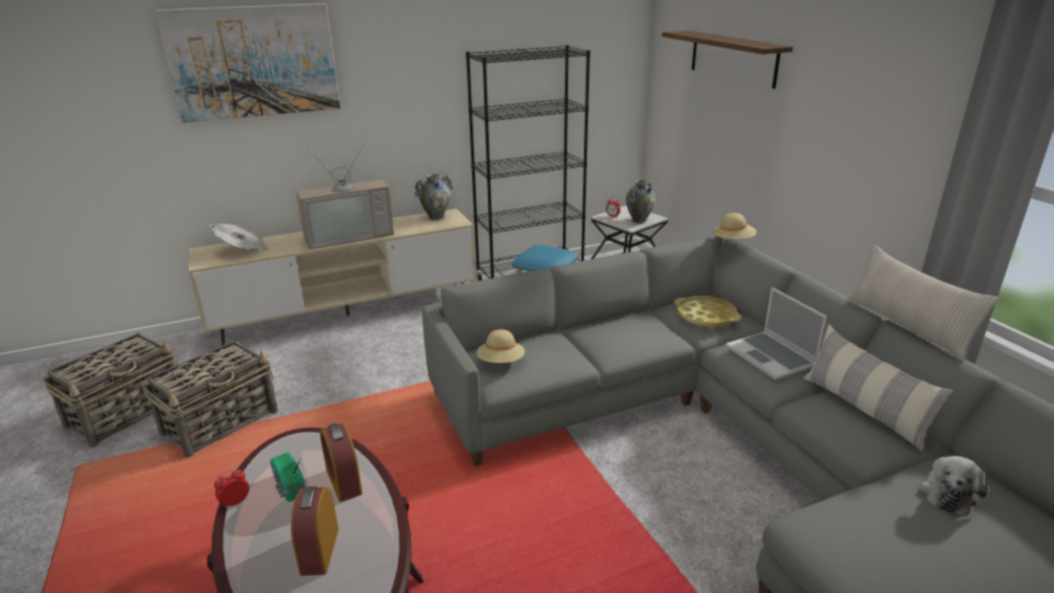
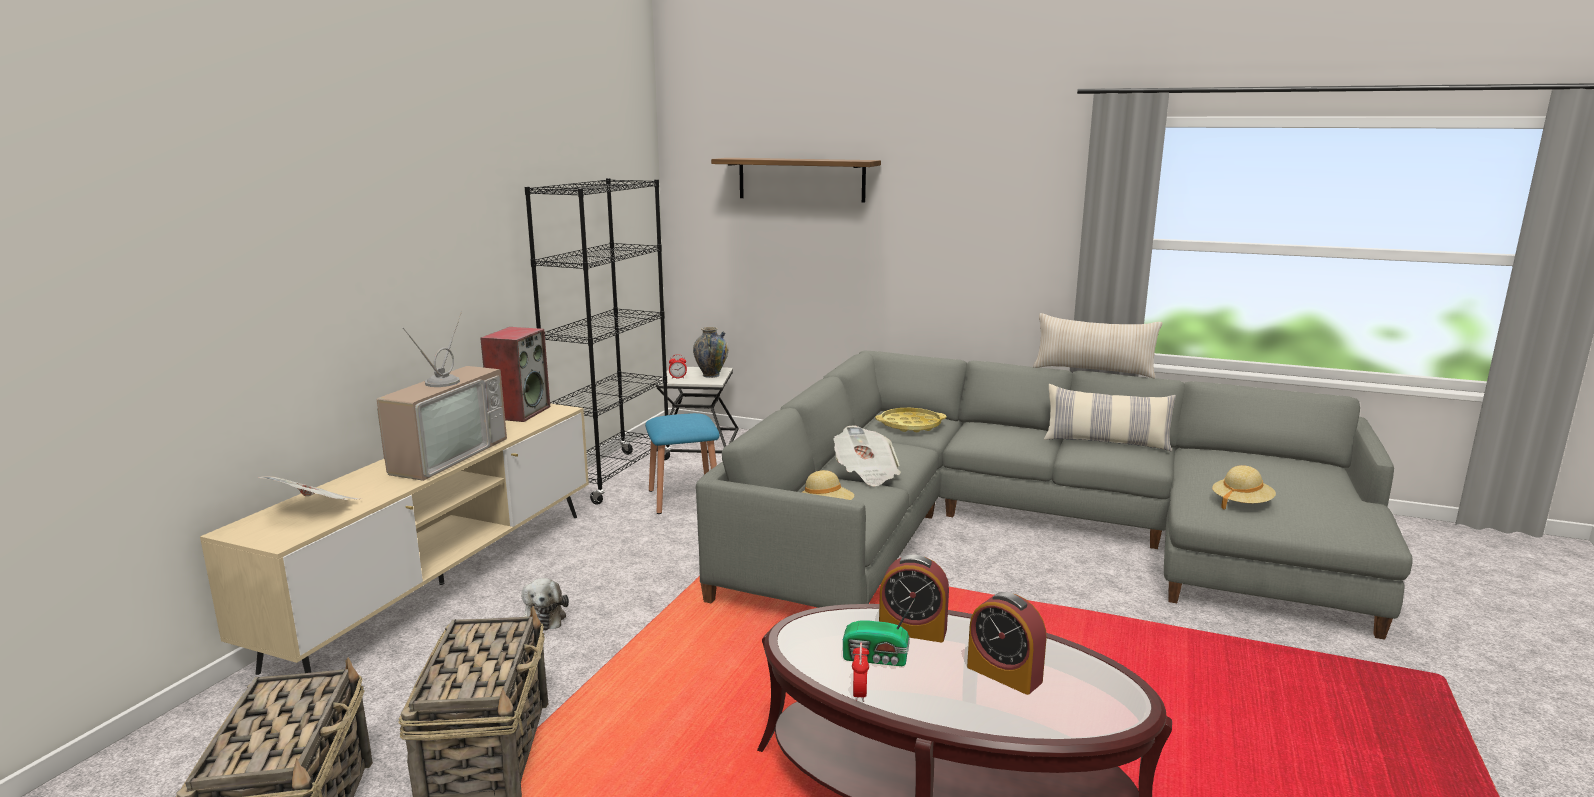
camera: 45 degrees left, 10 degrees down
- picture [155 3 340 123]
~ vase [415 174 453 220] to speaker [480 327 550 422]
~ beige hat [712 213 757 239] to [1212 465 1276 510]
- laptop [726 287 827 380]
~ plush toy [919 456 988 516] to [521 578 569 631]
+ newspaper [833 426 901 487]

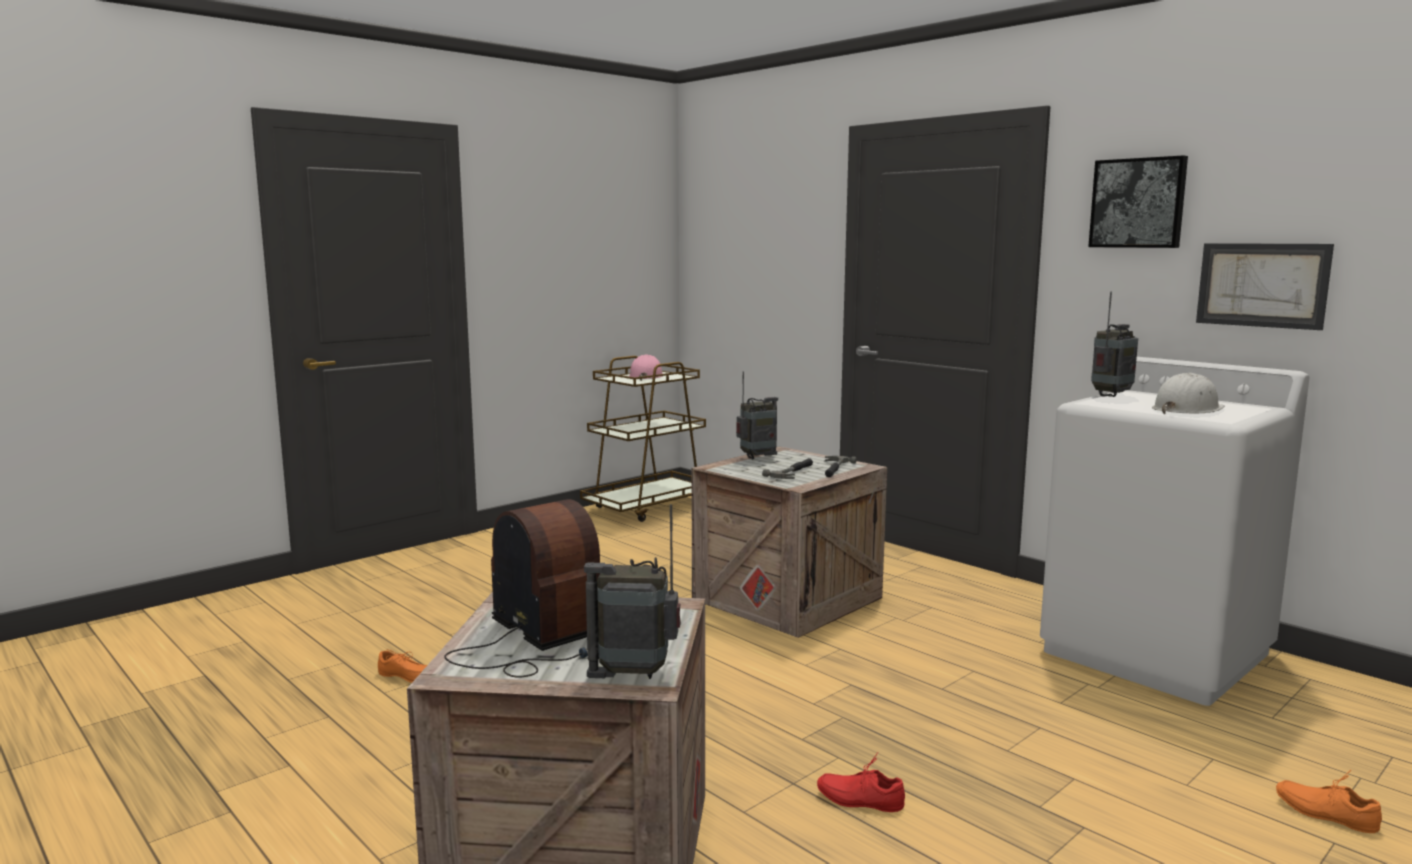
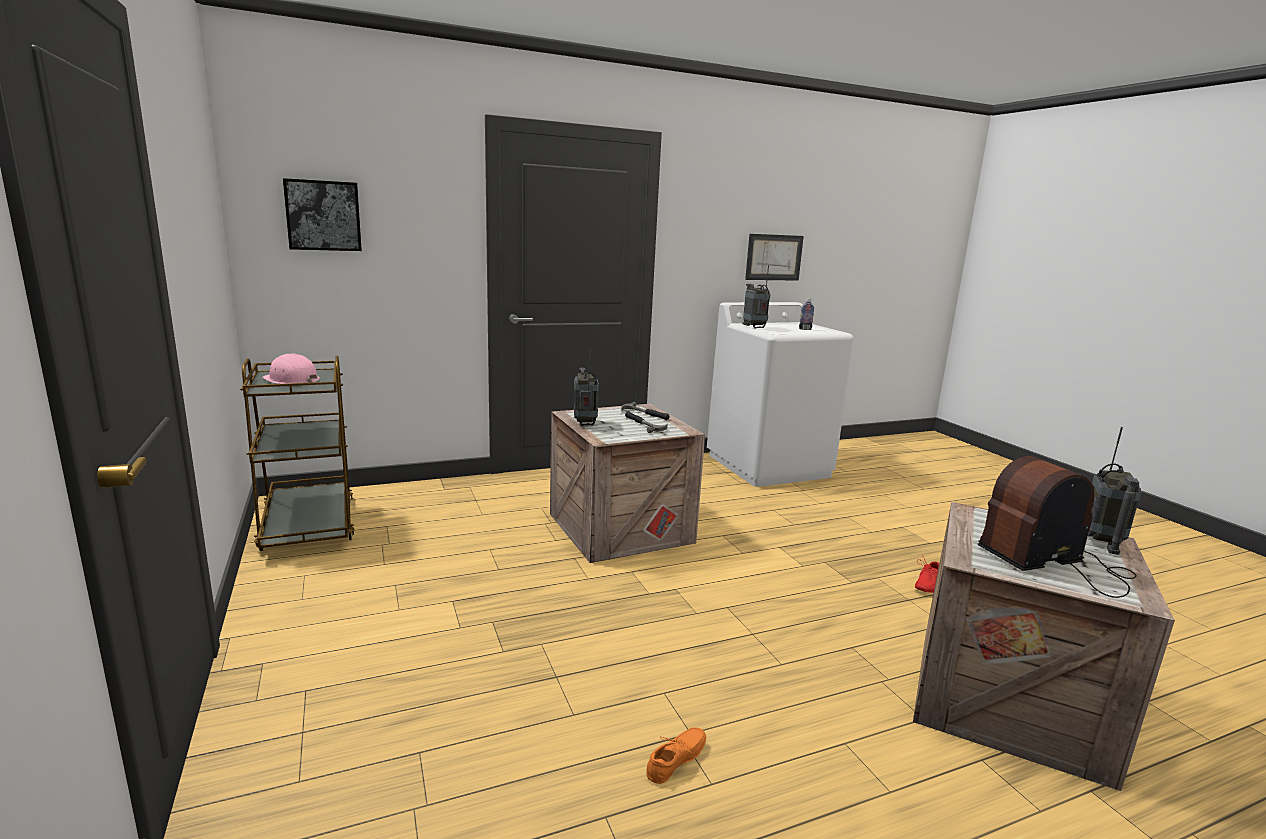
camera: 70 degrees left, 5 degrees up
~ picture [1088 155 1188 248] to [283 178 362 251]
~ white hard hat [1152 373 1225 414] to bottle [799 298 814 330]
- orange shoe [1276 770 1382 833]

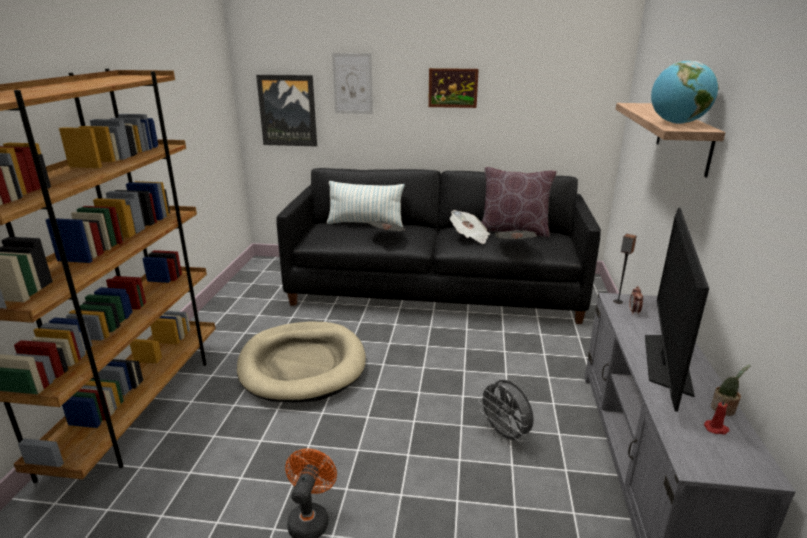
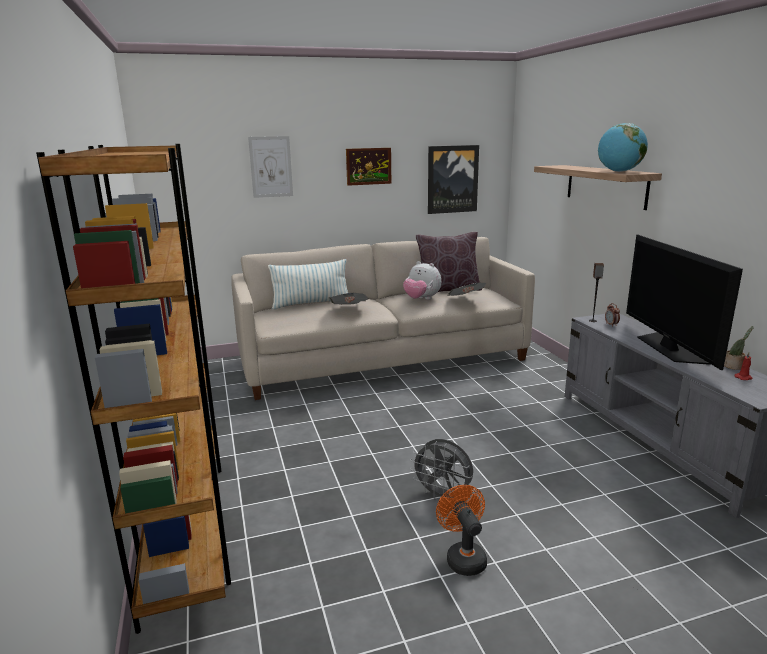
camera: 25 degrees left, 5 degrees down
~ picture [256 75 317 146] to [428 145 479 214]
~ black sofa [277 168 601 324] to beige sofa [231 237 535 400]
~ newspaper [450 210 490 244] to plush toy [403 261 441 300]
- beige dog bed [237 322 366 403]
~ grey fan [478 380 534 445] to [410 439 473 500]

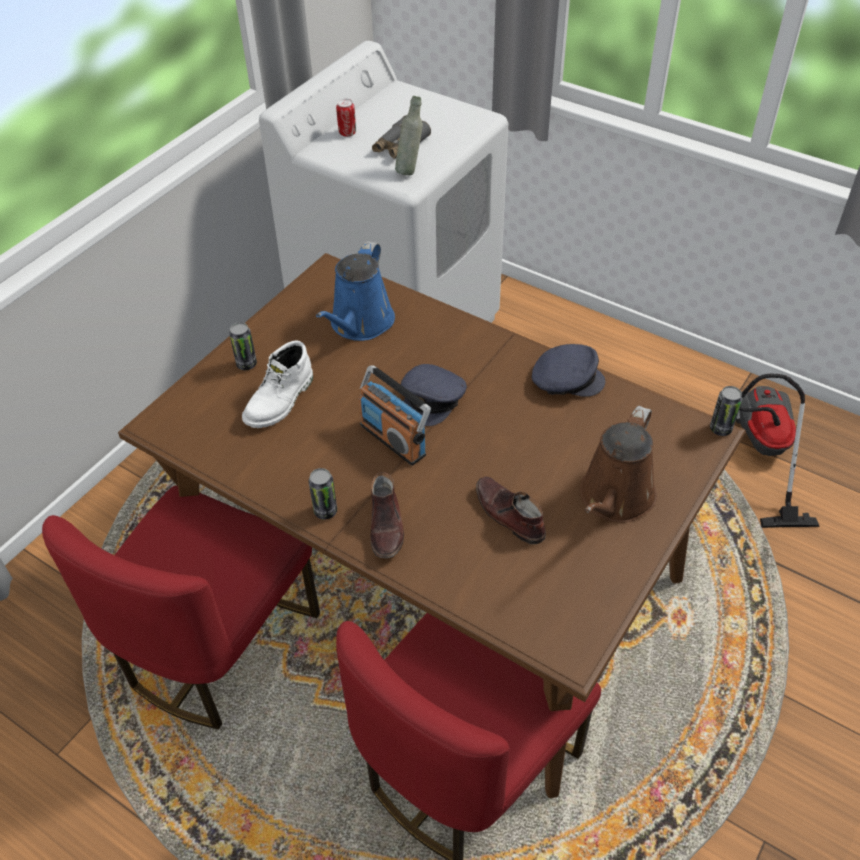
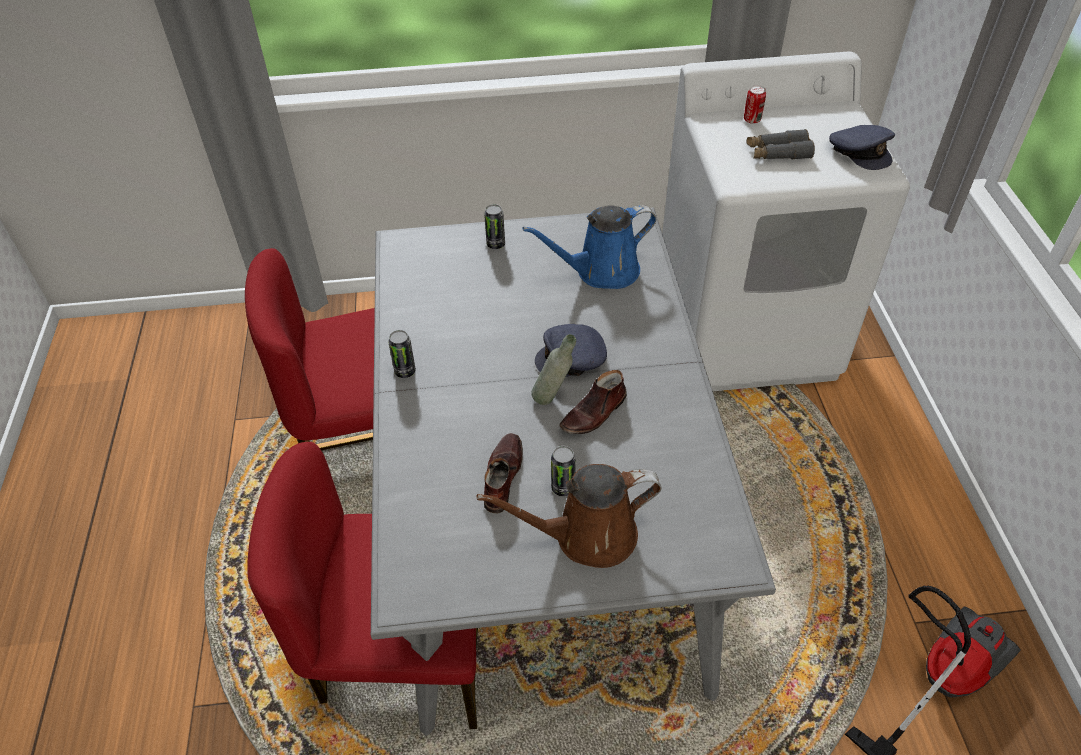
camera: 50 degrees right, 0 degrees up
~ grey bottle [395 96 423 175] to [531 334 576 405]
~ brown dining table [118 253 746 798] to grey dining table [371 207 776 735]
- white boot [242 341 313 428]
~ grey cap [532 344 605 397] to [829 125 895 170]
- radio [359 365 431 465]
~ can [710 386 742 436] to [551 446 576 496]
~ brown shoe [370 472 404 558] to [559 370 627 434]

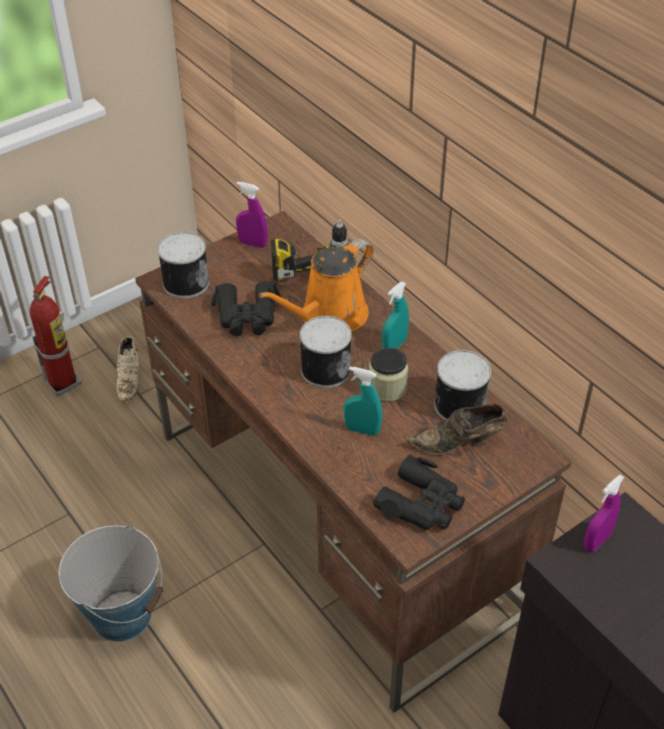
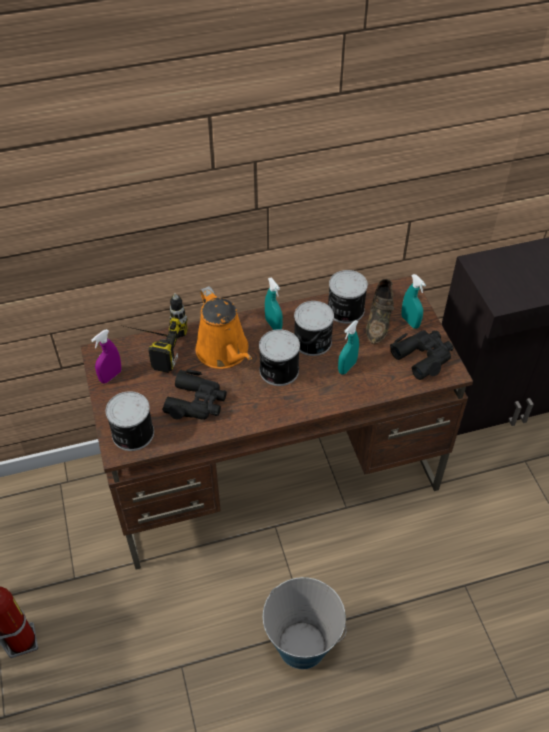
camera: 70 degrees left, 5 degrees up
- beige shoe [116 336 139 403]
~ jar [369 348 408 402] to can [294 301 334 356]
- purple spray bottle [584 475 624 552]
+ turquoise spray bottle [401 274 426 329]

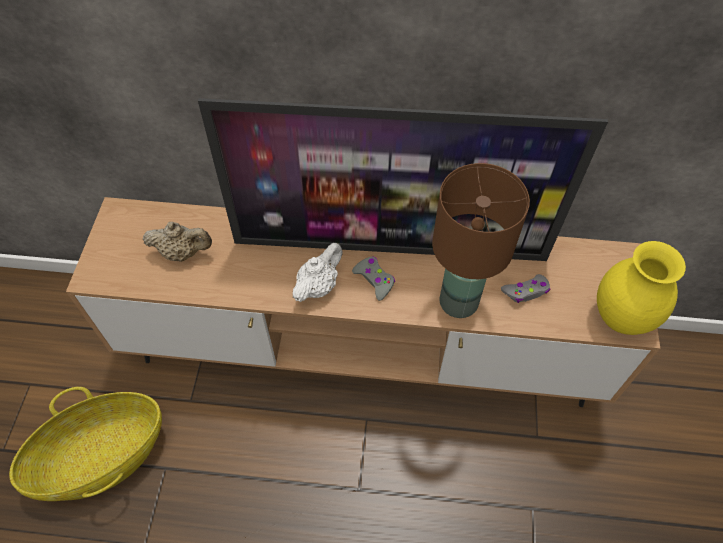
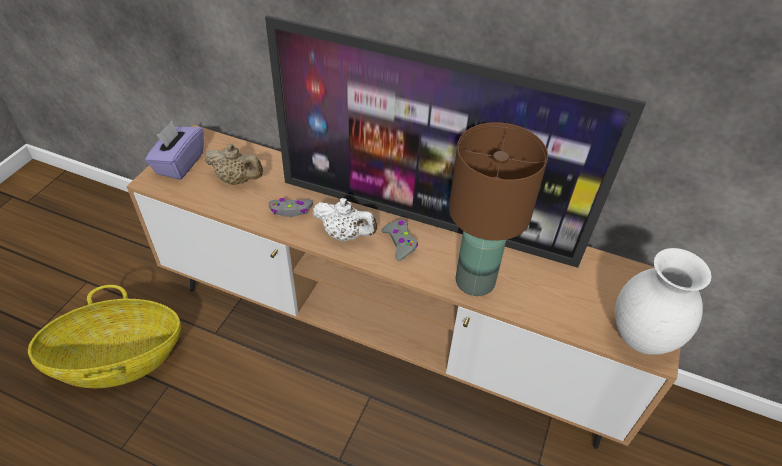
camera: 15 degrees right, 10 degrees down
~ yellow vase [597 241 686 335] to white vase [615 248 712 355]
~ white teapot [293 243 343 302] = [313 198 377 241] 60 degrees clockwise
~ grey game controller [501 274 550 303] to [269 198 313 217]
+ purple tissue box [145 121 204 180]

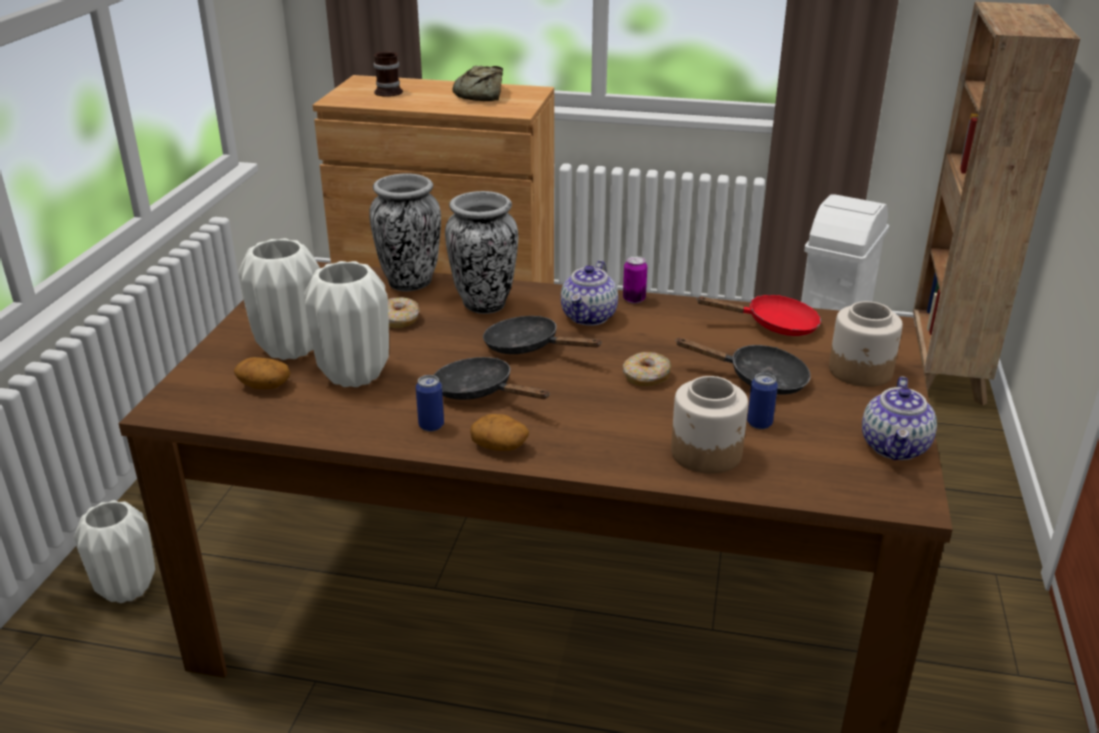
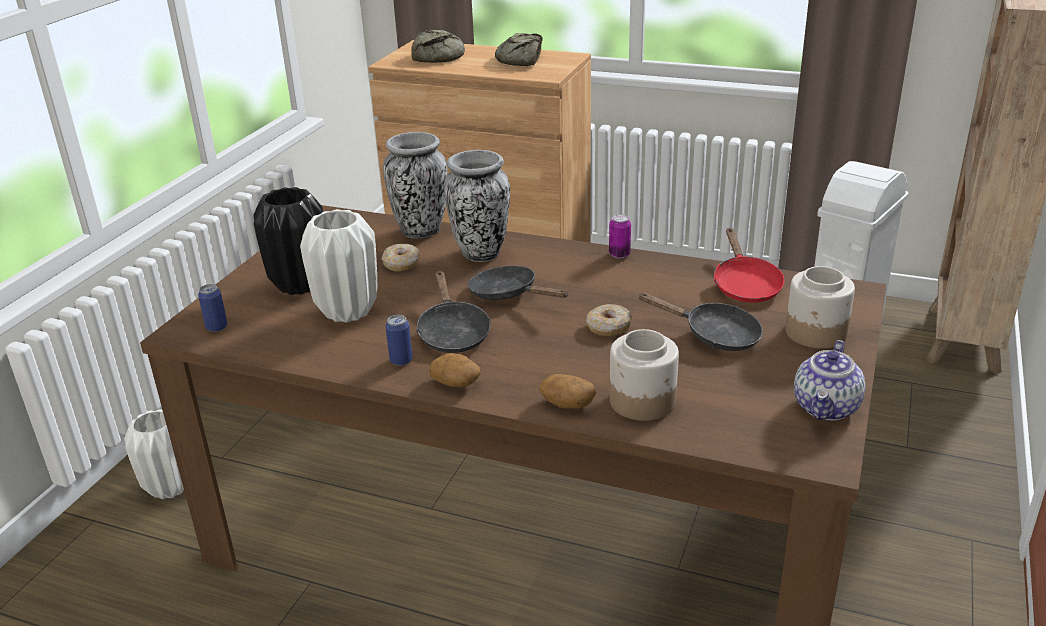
camera: 10 degrees right, 0 degrees up
~ mug [374 51 403 97] to bread [411 30 465 63]
~ white vase [238 238 320 360] to black vase [253 187 323 295]
- teapot [561 260 618 326]
~ red frying pan [697 295 821 336] = [714 228 784 302] 75 degrees clockwise
~ potato [234 357 290 389] to [539 374 596 408]
~ black frying pan [434 357 550 400] = [416 271 491 353] 150 degrees counterclockwise
~ can [747 373 778 429] to [198 284 228 332]

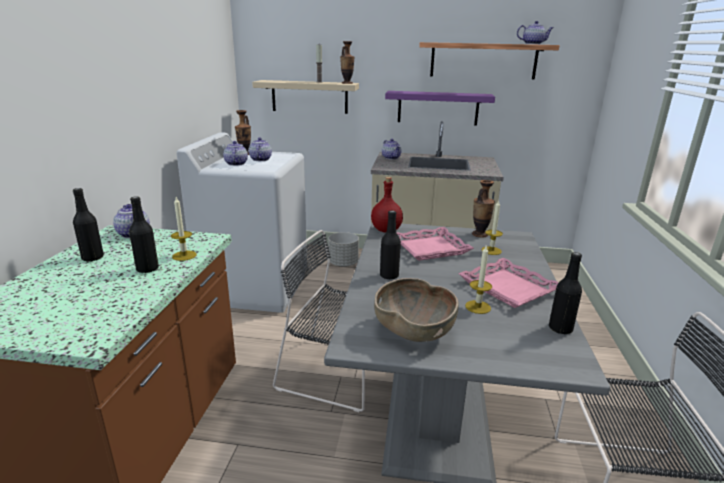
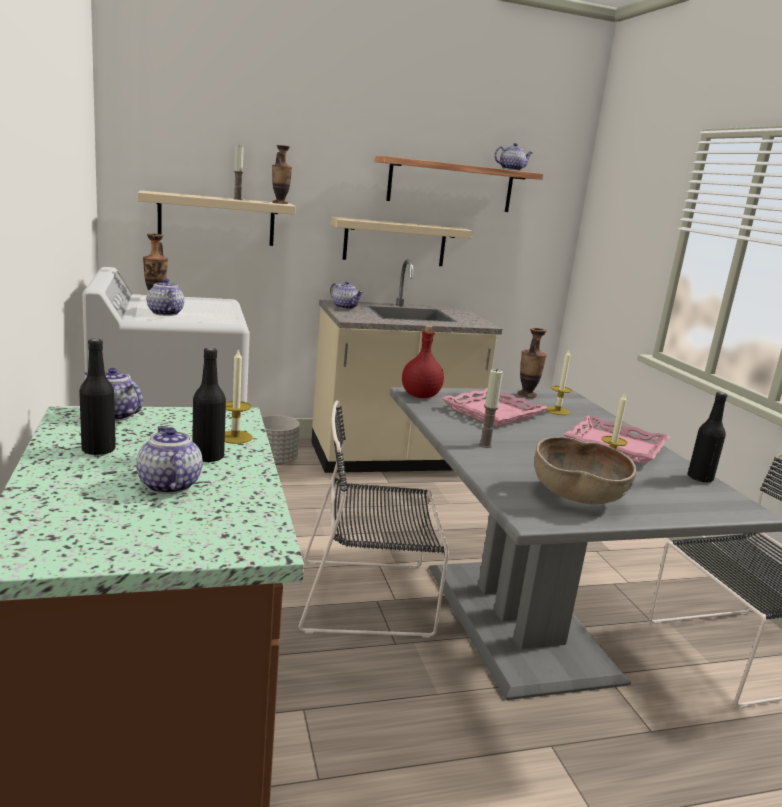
camera: 25 degrees left, 5 degrees down
~ purple shelf [385 91 495 125] to beige shelf [330 216 473 266]
~ teapot [249 137 272 161] to [136 426 203 494]
~ black bottle [380 210 401 280] to candle [479 369 503 448]

